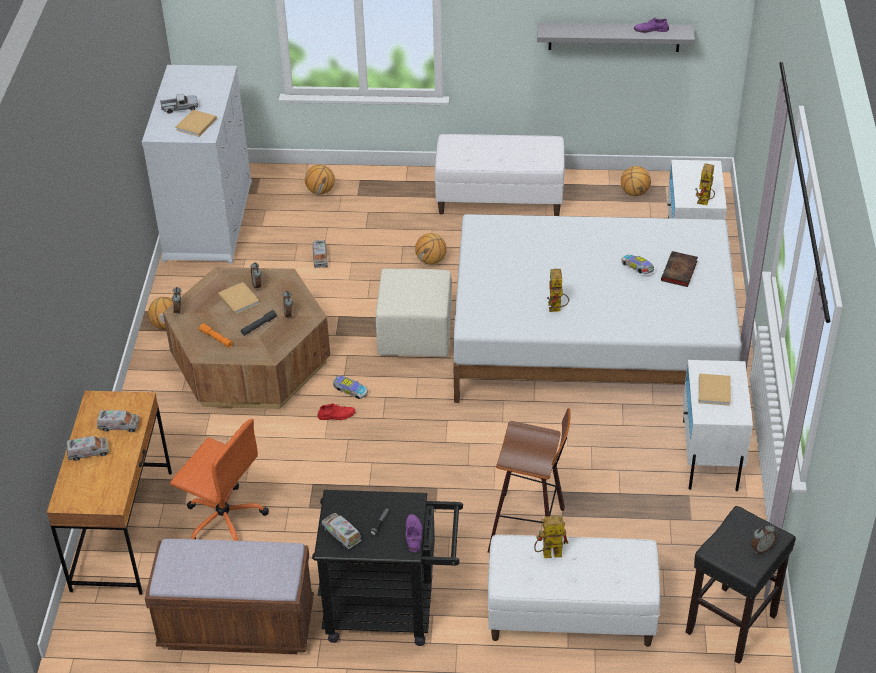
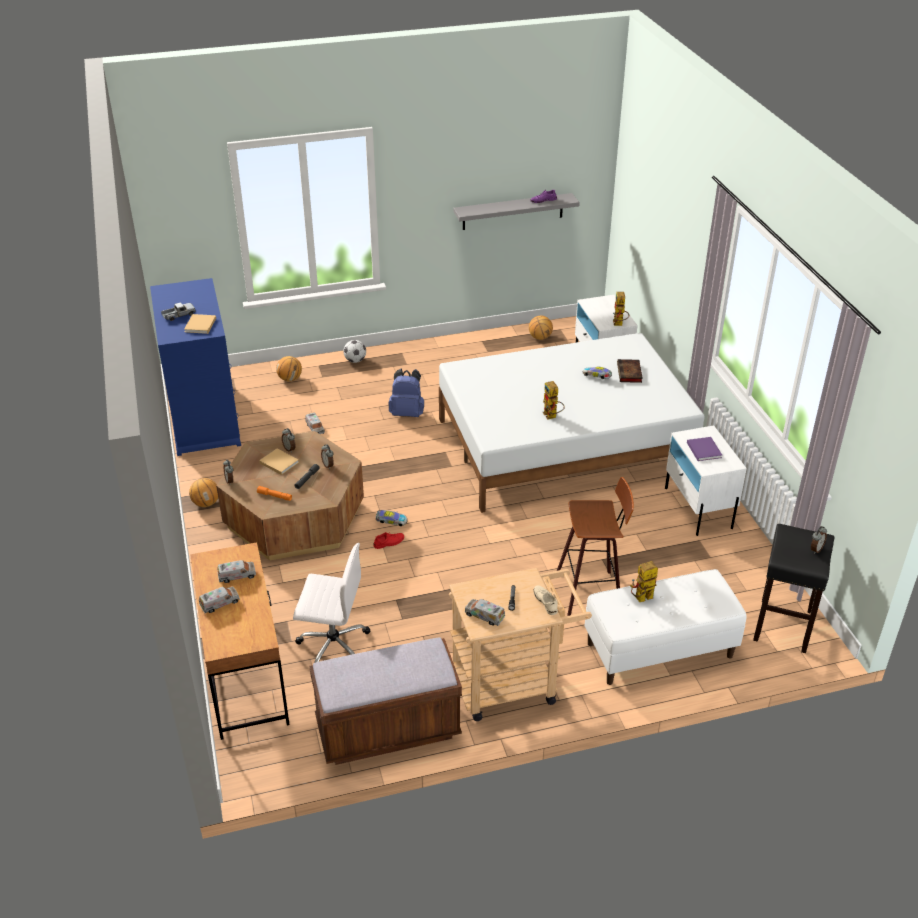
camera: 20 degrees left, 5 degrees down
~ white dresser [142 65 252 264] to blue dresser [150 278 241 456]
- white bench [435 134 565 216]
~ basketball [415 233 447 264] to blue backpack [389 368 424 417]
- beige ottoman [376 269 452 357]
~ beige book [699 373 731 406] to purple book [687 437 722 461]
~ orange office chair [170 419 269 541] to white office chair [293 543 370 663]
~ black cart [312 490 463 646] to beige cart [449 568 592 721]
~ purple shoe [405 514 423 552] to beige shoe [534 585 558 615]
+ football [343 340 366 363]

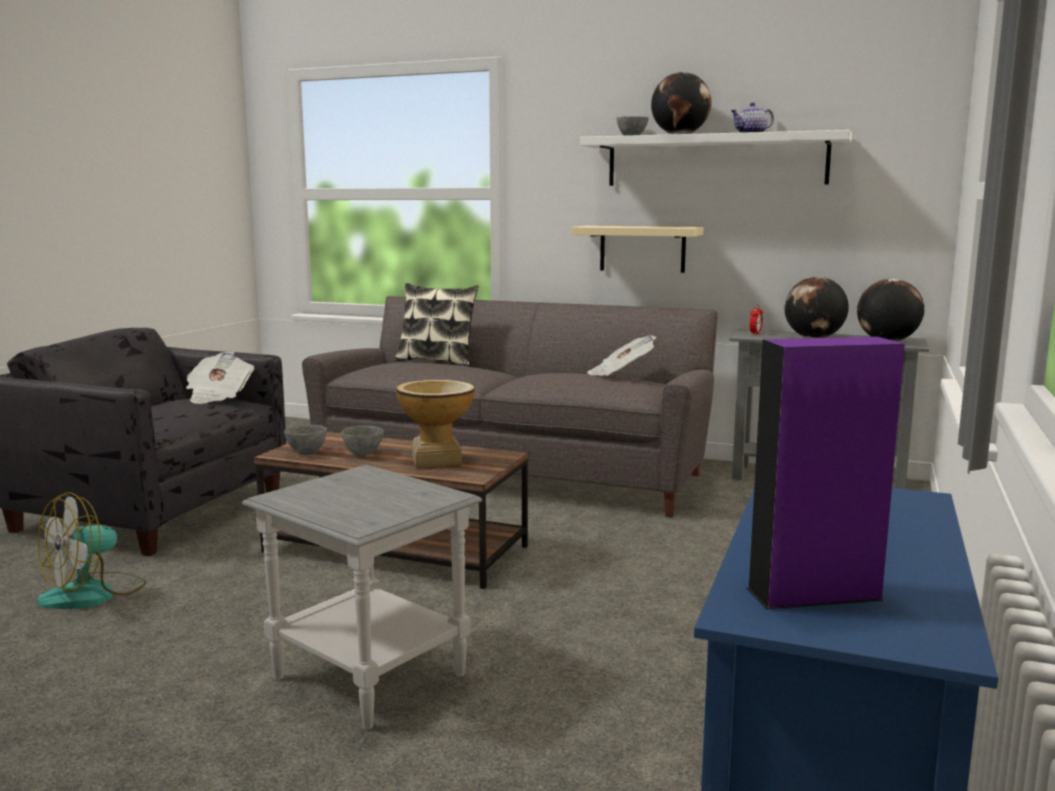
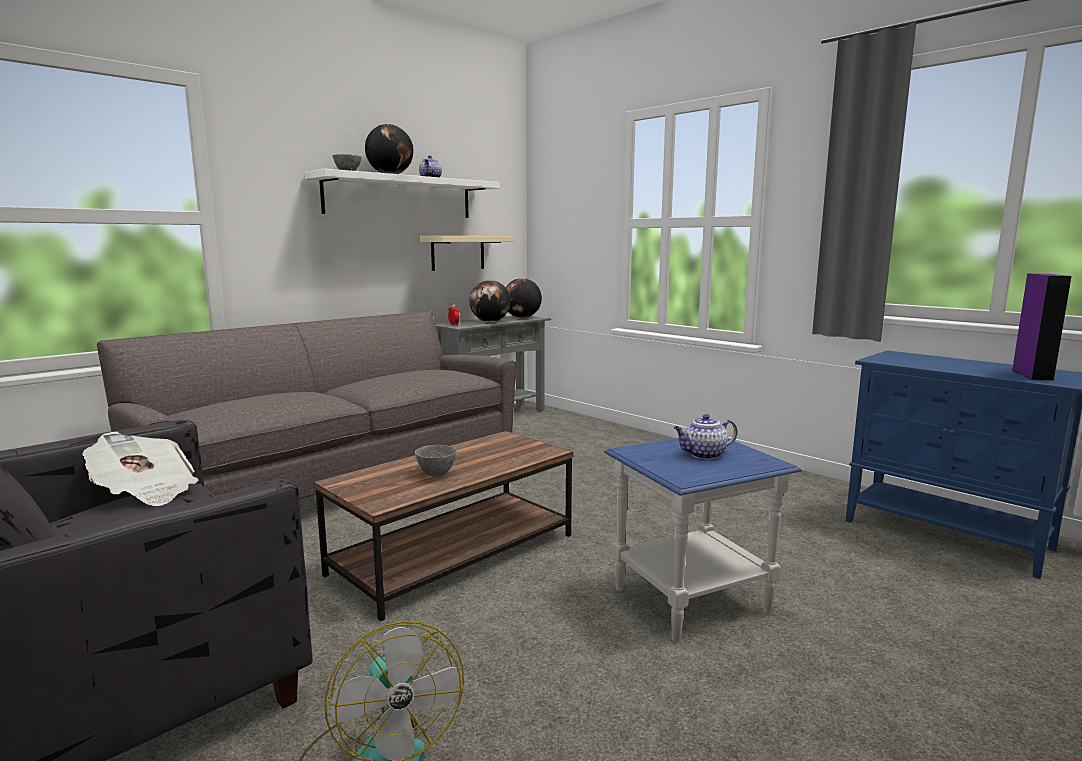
camera: 65 degrees left, 0 degrees up
~ beige shelf [571 226 703 273] to [420 236 514 271]
- pillow [395 283 479 366]
- newspaper [587 335 656 376]
- vase [396 380 475 468]
- grey bowl [284 425 327 455]
~ grey side table [242 465 483 730] to blue side table [604 438 802 642]
+ teapot [674 414 737 459]

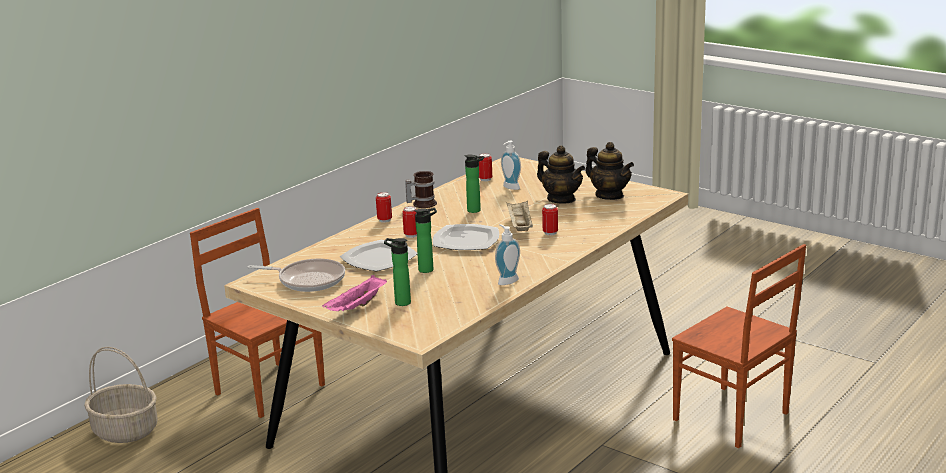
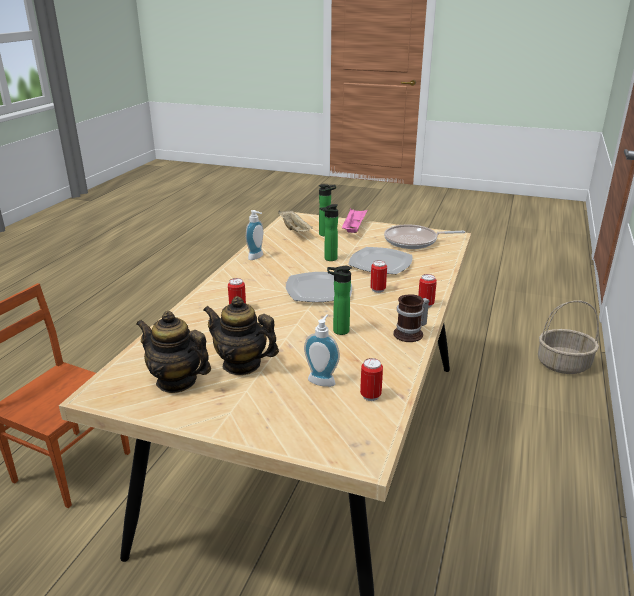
camera: 160 degrees right, 5 degrees up
~ beige tray [506 201 533 231] to [278 210 313 232]
- brown chair [190 208 325 418]

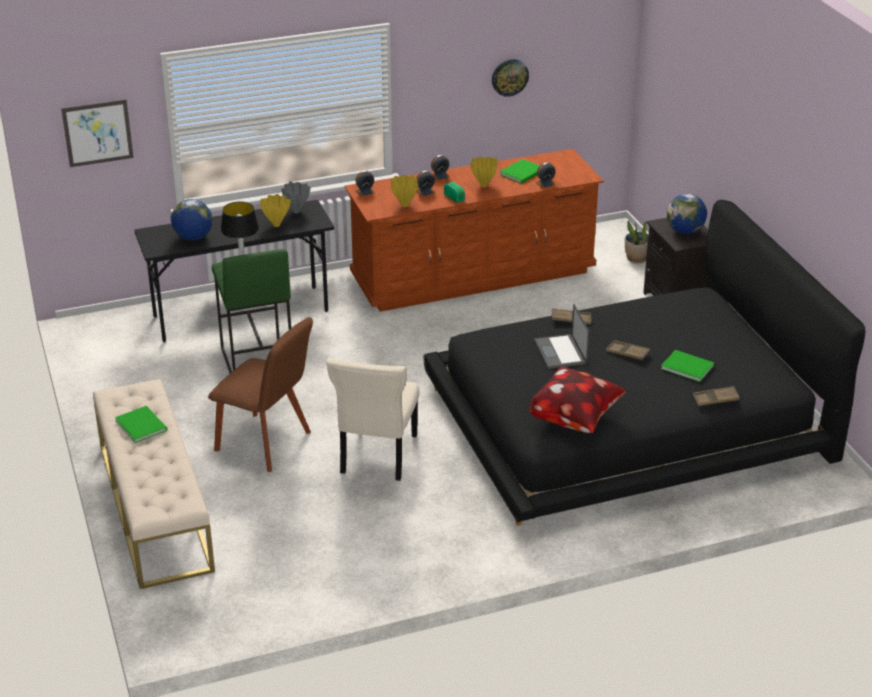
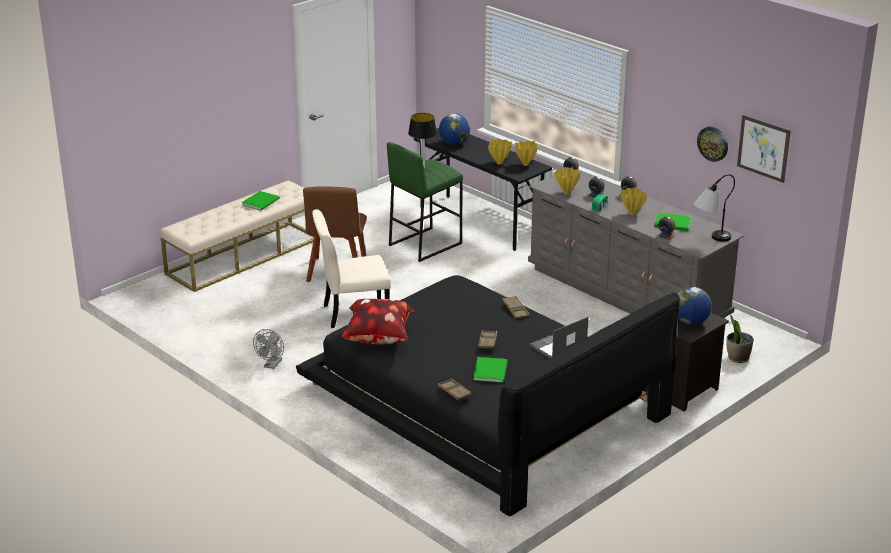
camera: 65 degrees right, 5 degrees down
~ picture [61 99 134 167] to [737 115 791 183]
~ brown dresser [345 149 604 312] to grey dresser [528 169 744 318]
~ grey vase [281 181 311 213] to yellow vase [515 141 538 166]
~ laptop [534 304 590 369] to [529 317 589 359]
+ table lamp [694 174 735 241]
+ grey fan [253 329 284 369]

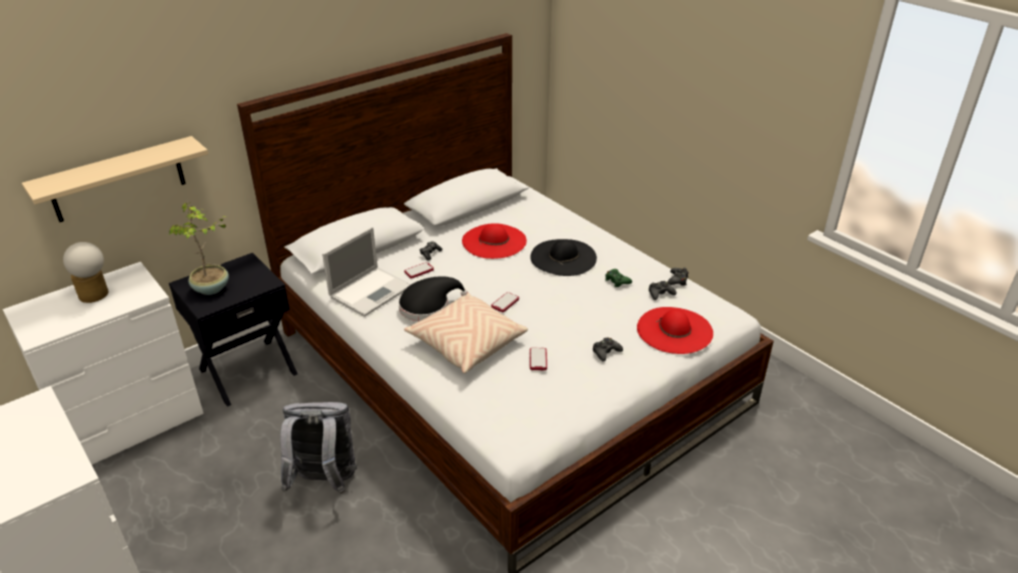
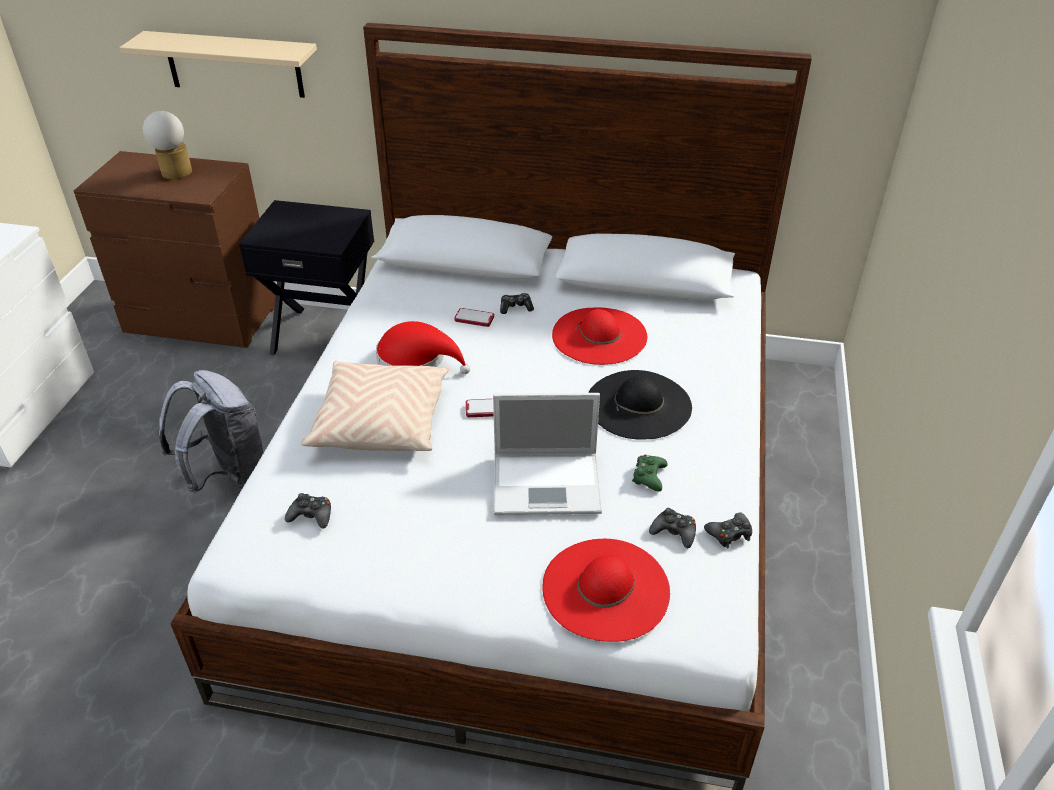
camera: 50 degrees right, 5 degrees up
- potted plant [169 202 229 295]
~ laptop [322 227 411 317] to [493 393 602 515]
~ white dresser [3 262 204 465] to brown dresser [74 151 276 348]
~ black hat [398 276 468 321] to red hat [376 321 470 374]
~ black game controller [593 337 623 361] to [285 493 331 529]
- phone [530 348 547 370]

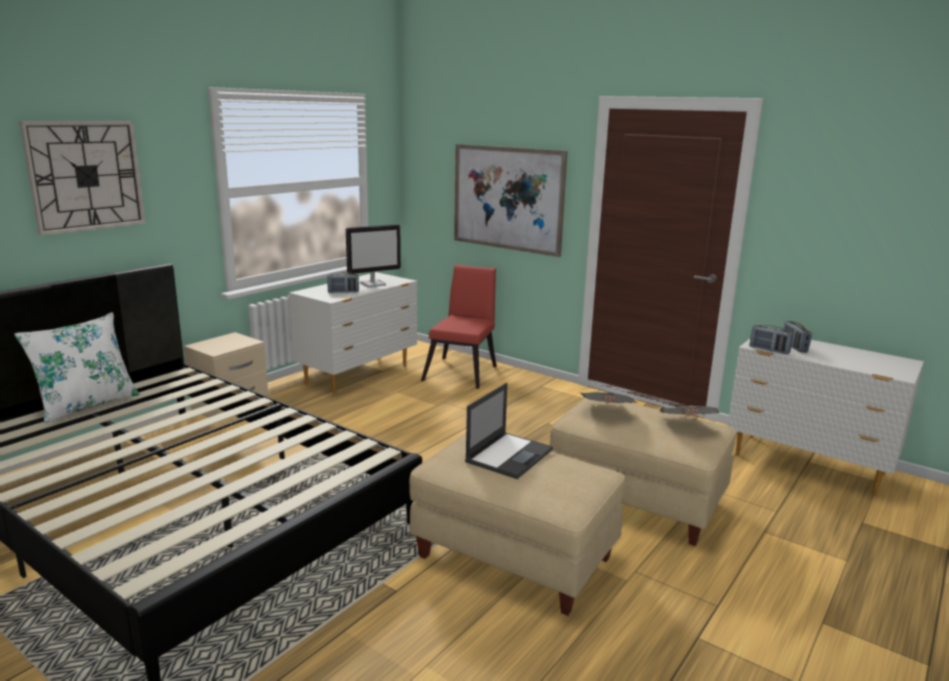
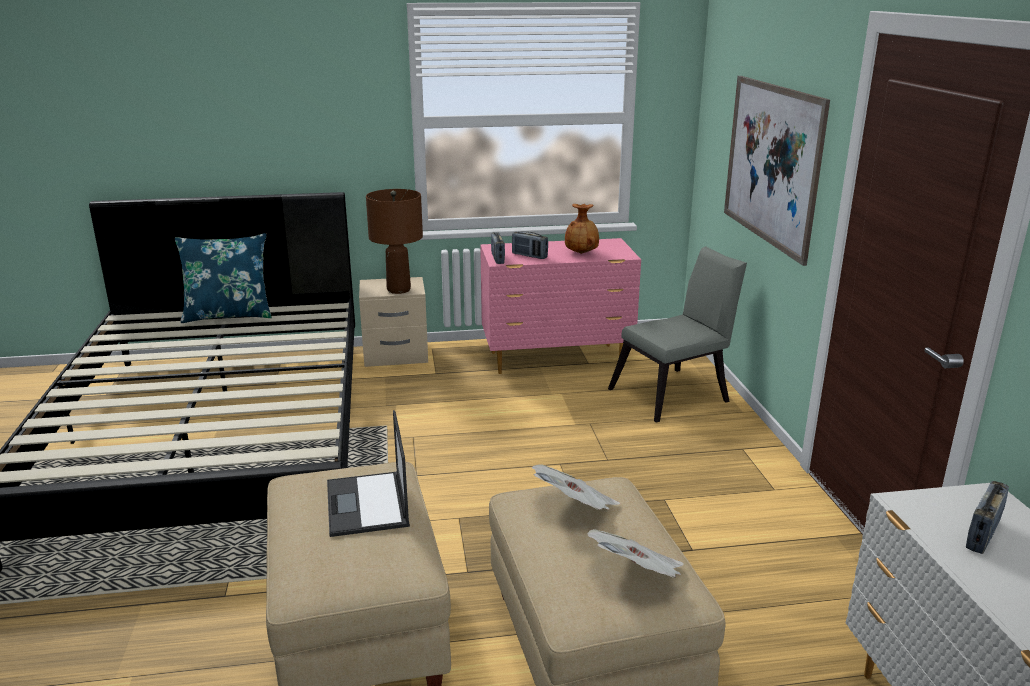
camera: 45 degrees right, 5 degrees up
- wall clock [19 121 145 236]
~ monitor [346 224 401 287] to brown vase [565 204 599 254]
~ red chair [421 264 496 389] to grey chair [608 247 747 423]
~ white dresser [289 272 417 395] to pink dresser [480 238 641 374]
~ white pillow [15 312 139 424] to blue pillow [175 233 272 323]
~ radio [749 325 793 354] to [491 232 505 264]
~ laptop [465 383 553 479] = [327 410 410 537] 90 degrees clockwise
+ brown table lamp [366 189 423 294]

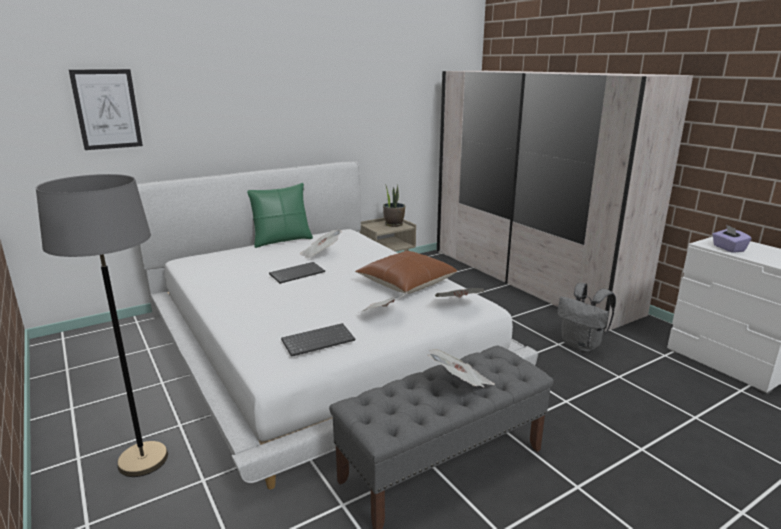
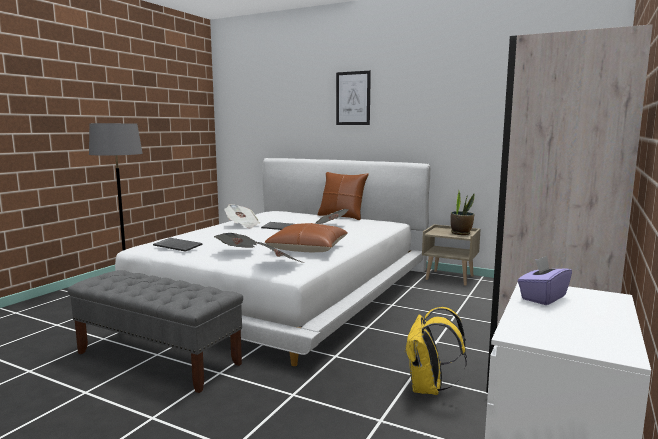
camera: 60 degrees right, 10 degrees down
~ picture [69 69 143 150] to [336 71 371 125]
~ green pillow [247 183 313 248] to brown pillow [318 172 369 220]
~ grey backpack [557 283 616 352] to yellow backpack [405 307 467 395]
~ newspaper [428 349 495 387] to [224 204 260 228]

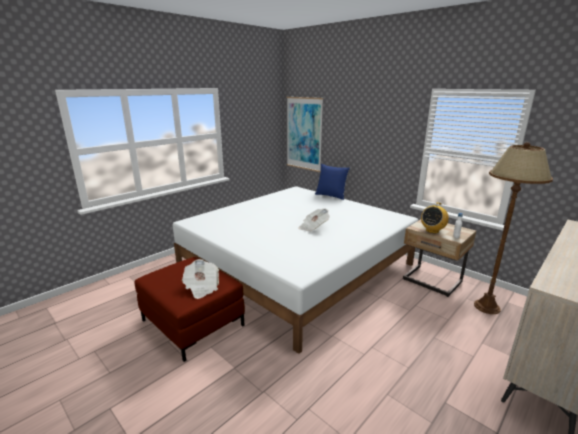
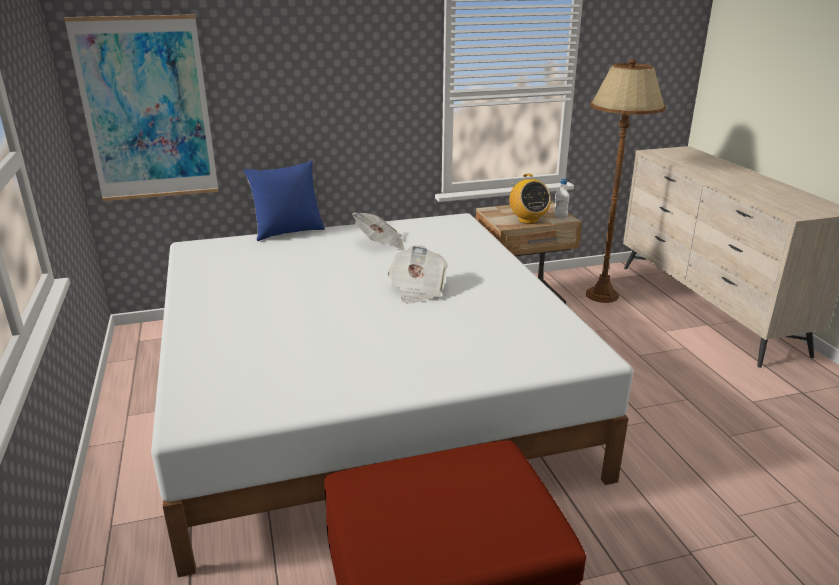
camera: 60 degrees left, 5 degrees up
~ newspaper [182 259 219 299] to [352 213 404 249]

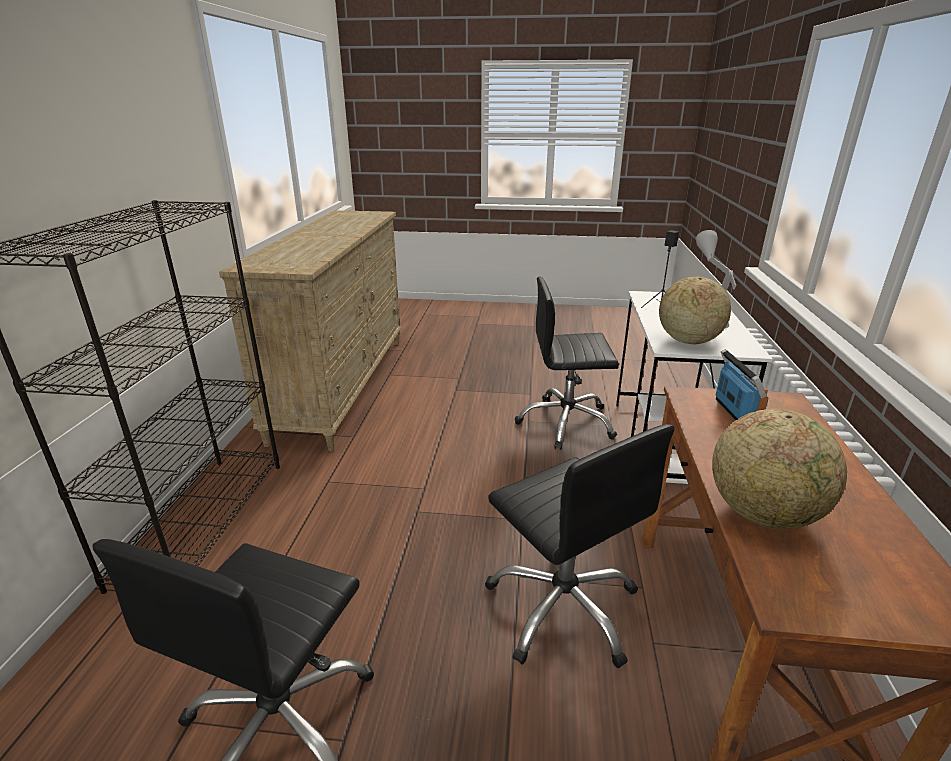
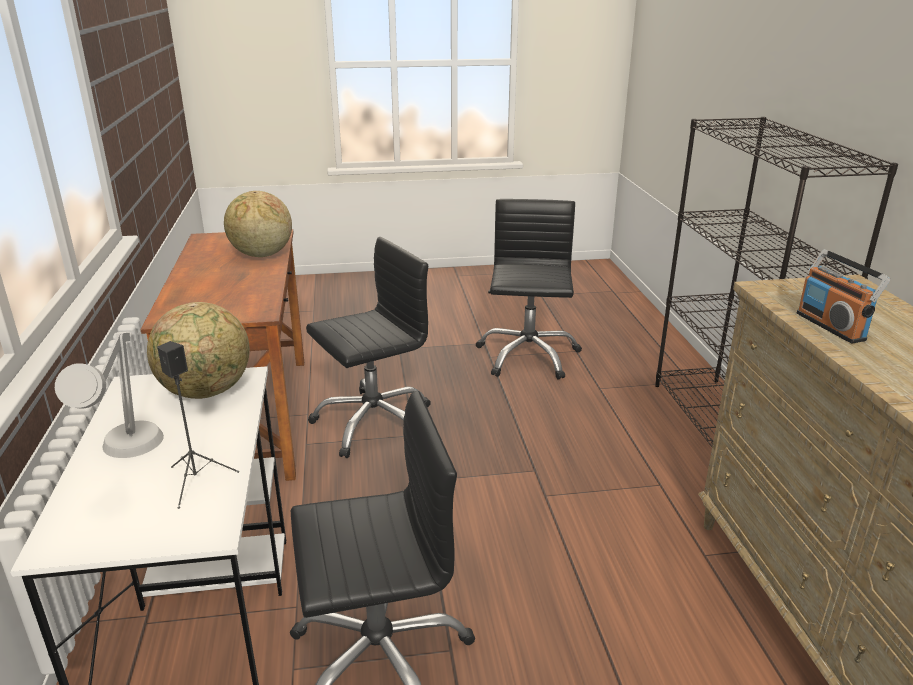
camera: 165 degrees right, 0 degrees up
~ radio [716 349 768 420] to [797 249 890 344]
~ black office chair [485 424 674 668] = [306 237 431 458] 105 degrees clockwise

